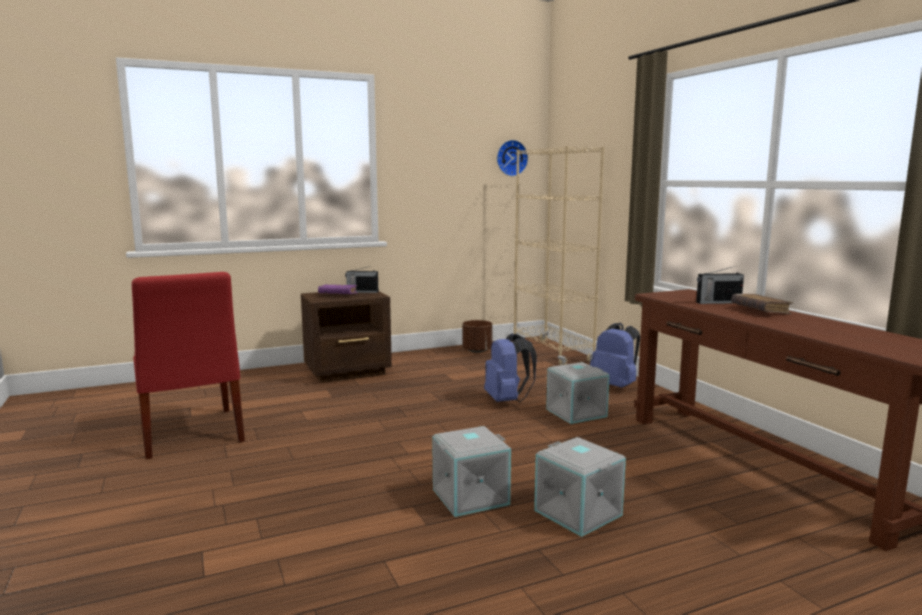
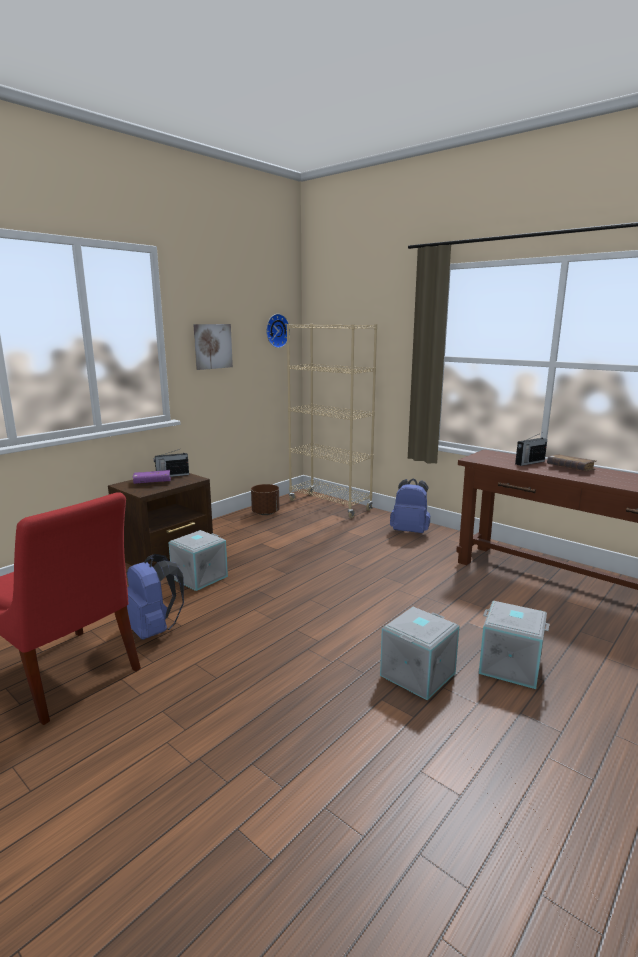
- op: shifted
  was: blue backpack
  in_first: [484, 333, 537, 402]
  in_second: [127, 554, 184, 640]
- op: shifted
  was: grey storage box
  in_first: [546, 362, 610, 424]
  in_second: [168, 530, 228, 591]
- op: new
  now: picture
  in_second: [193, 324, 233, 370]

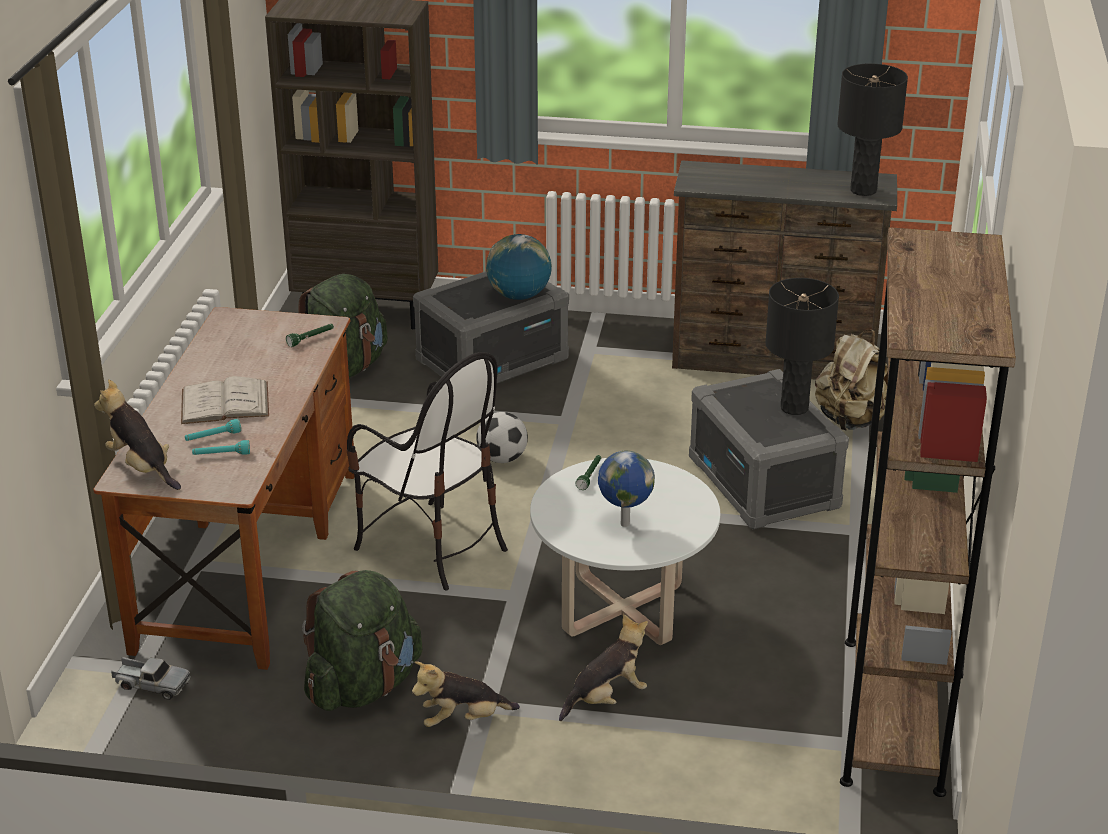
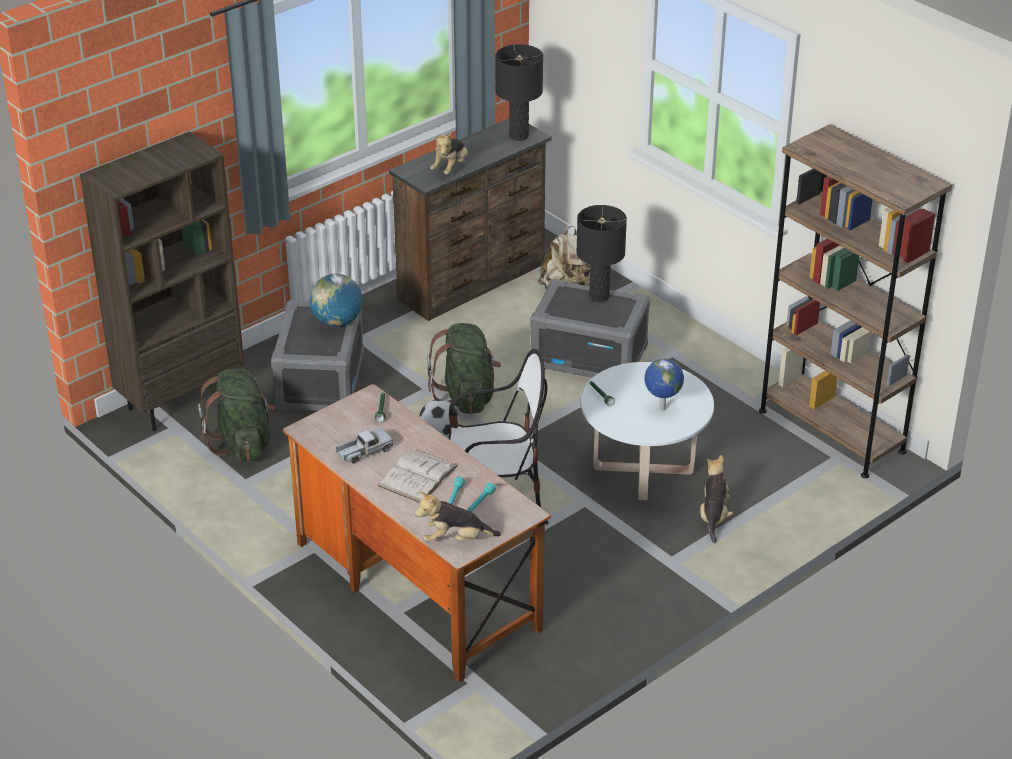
- op: shifted
  was: toy truck
  in_first: [111, 657, 191, 700]
  in_second: [336, 428, 393, 464]
- op: shifted
  was: green backpack
  in_first: [302, 570, 422, 711]
  in_second: [427, 323, 501, 414]
- op: shifted
  was: plush toy
  in_first: [412, 661, 520, 727]
  in_second: [430, 133, 468, 175]

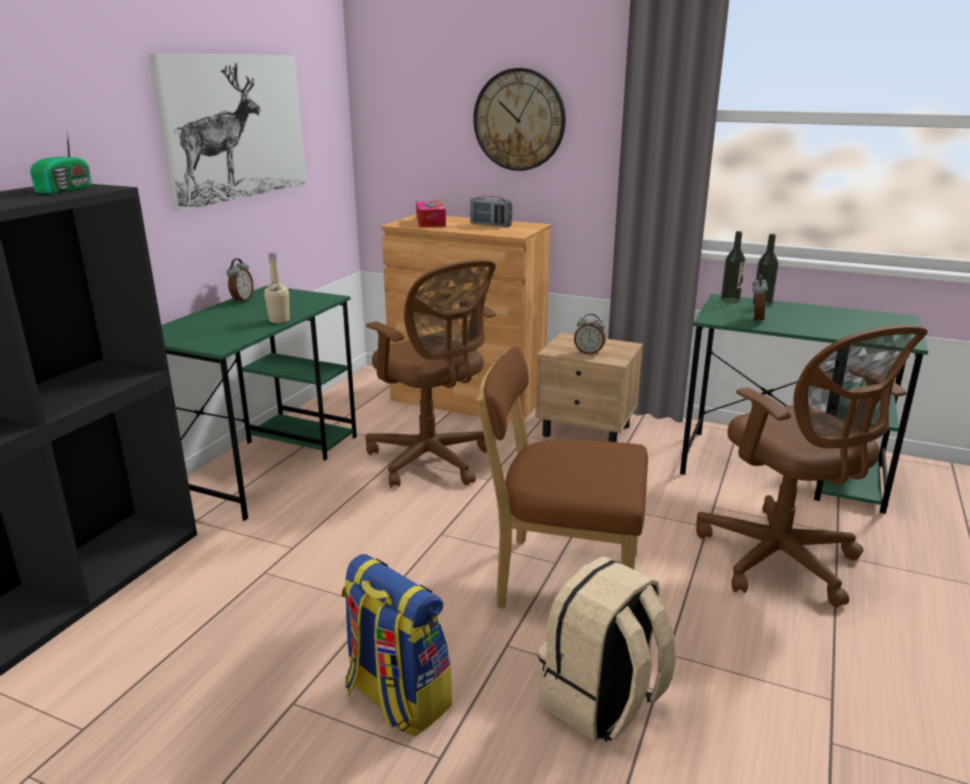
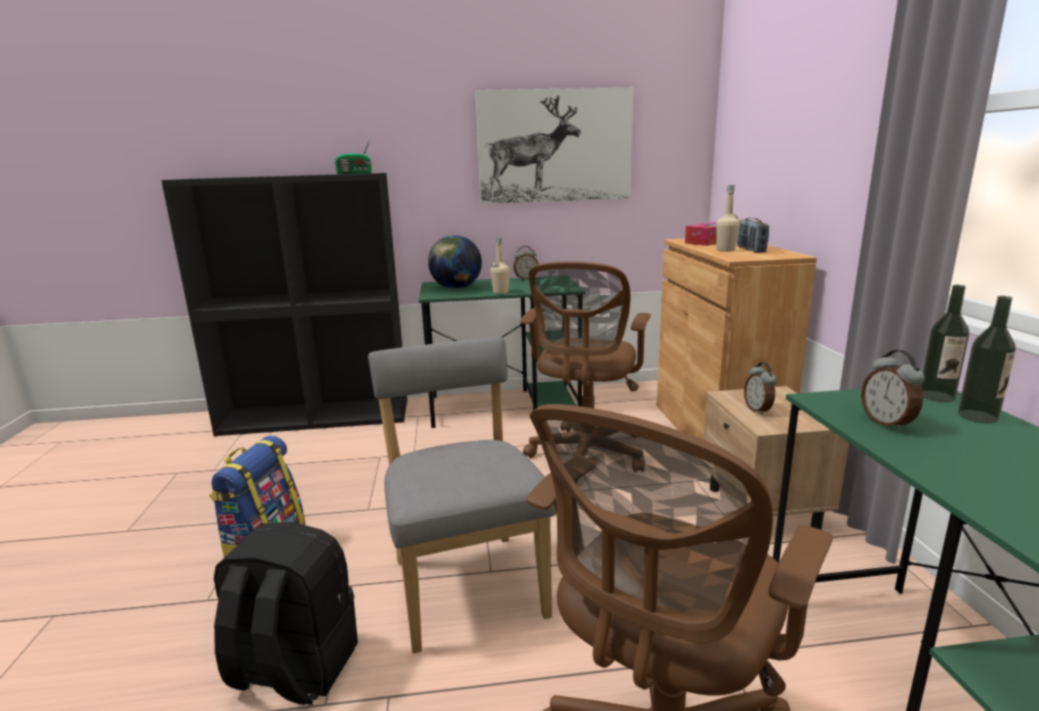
- op: repainted
  was: beige backpack
  now: black backpack
  in_first: [538, 556, 676, 742]
  in_second: [214, 522, 358, 705]
- op: repainted
  was: brown chair
  now: grey chair
  in_first: [476, 346, 648, 608]
  in_second: [368, 337, 556, 654]
- op: new
  now: globe
  in_second: [428, 235, 482, 289]
- op: new
  now: beige bottle
  in_second: [716, 185, 740, 252]
- op: rotated
  was: alarm clock
  in_first: [752, 275, 768, 323]
  in_second: [861, 350, 925, 431]
  clockwise: 90
- op: gone
  was: wall clock
  in_first: [473, 68, 566, 171]

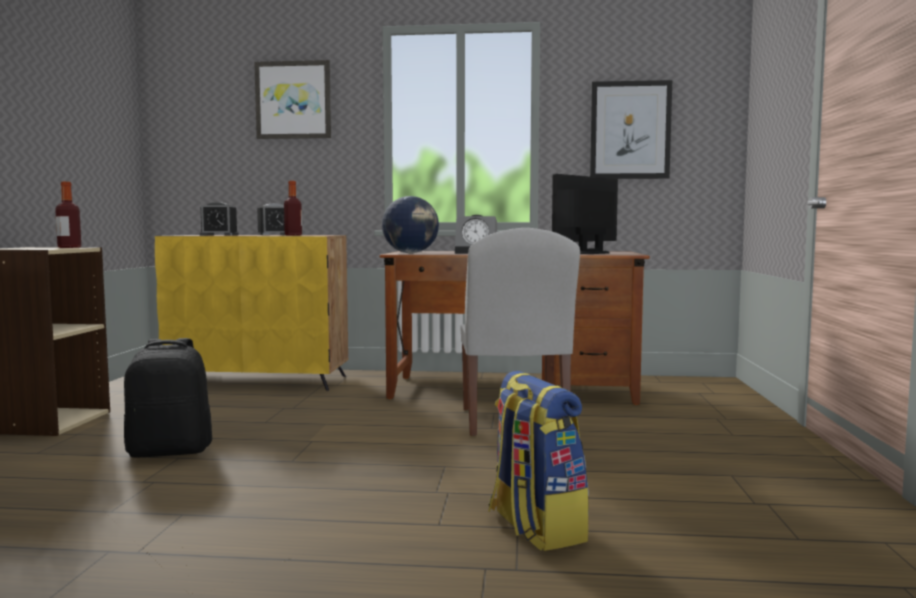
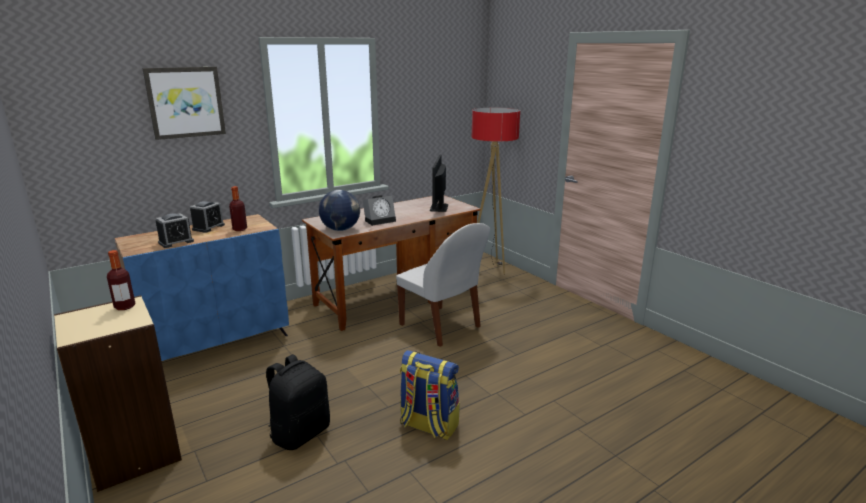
- op: repainted
  was: yellow cabinet
  now: blue cabinet
  in_first: [155, 235, 349, 391]
  in_second: [115, 214, 289, 361]
- op: shifted
  was: backpack
  in_first: [488, 371, 589, 551]
  in_second: [400, 350, 460, 440]
- op: new
  now: floor lamp
  in_second: [472, 108, 520, 275]
- op: gone
  was: picture
  in_first: [590, 80, 672, 179]

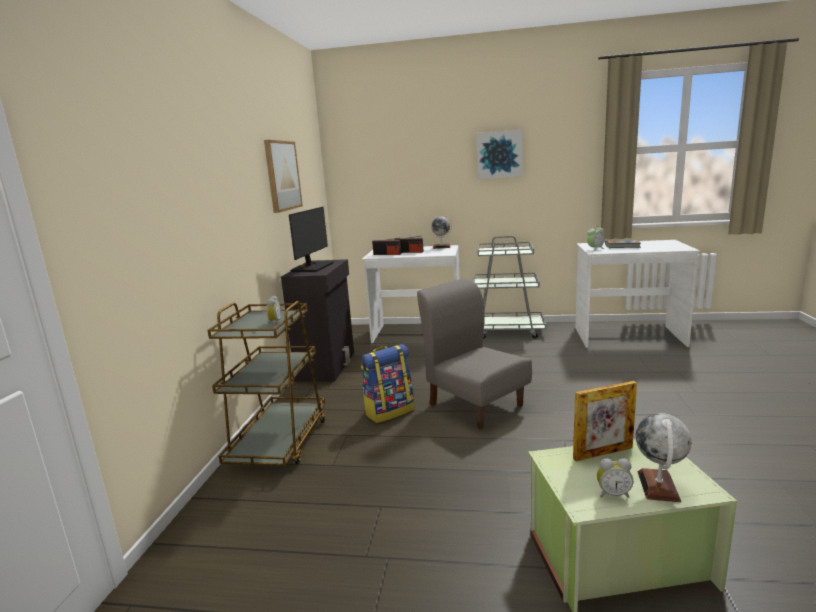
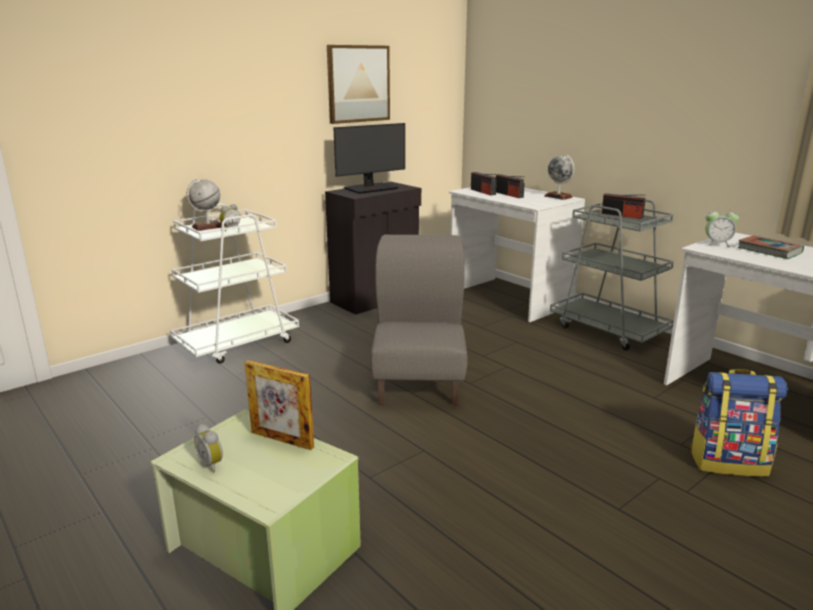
- op: repainted
  was: brown cart
  now: white cart
  in_first: [208, 301, 326, 466]
  in_second: [170, 203, 299, 364]
- op: shifted
  was: globe
  in_first: [636, 413, 692, 502]
  in_second: [187, 178, 225, 231]
- op: new
  now: radio
  in_second: [601, 193, 645, 219]
- op: shifted
  was: backpack
  in_first: [361, 344, 414, 423]
  in_second: [690, 369, 788, 476]
- op: gone
  was: picture
  in_first: [477, 130, 523, 179]

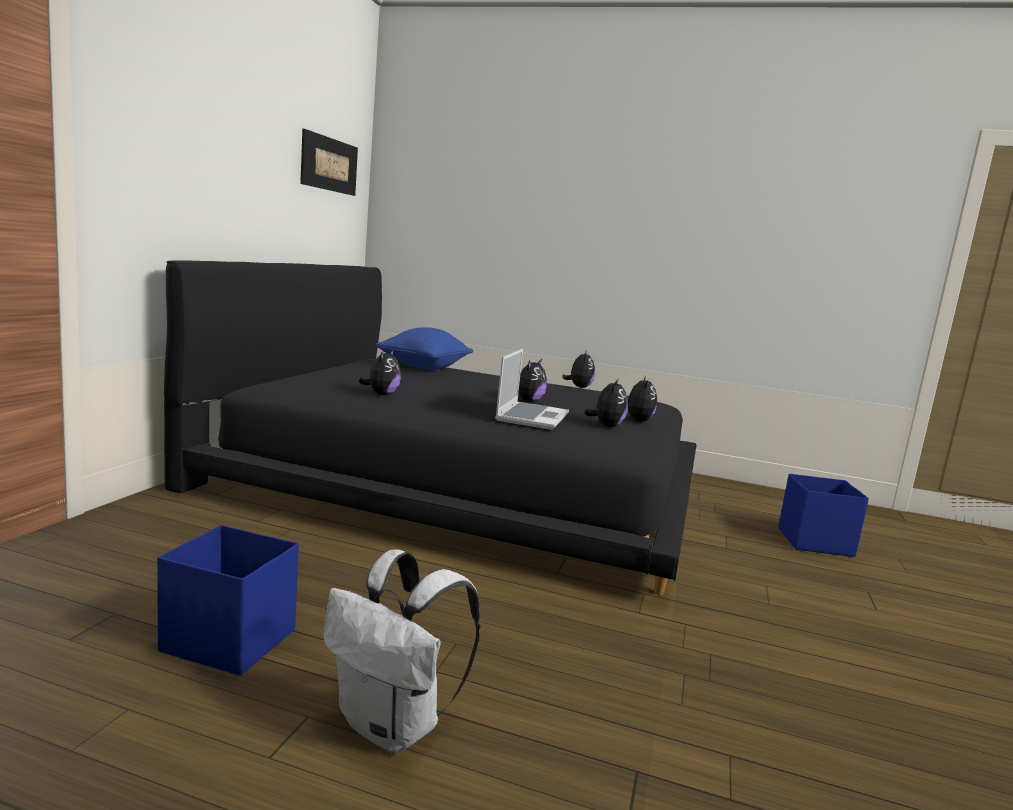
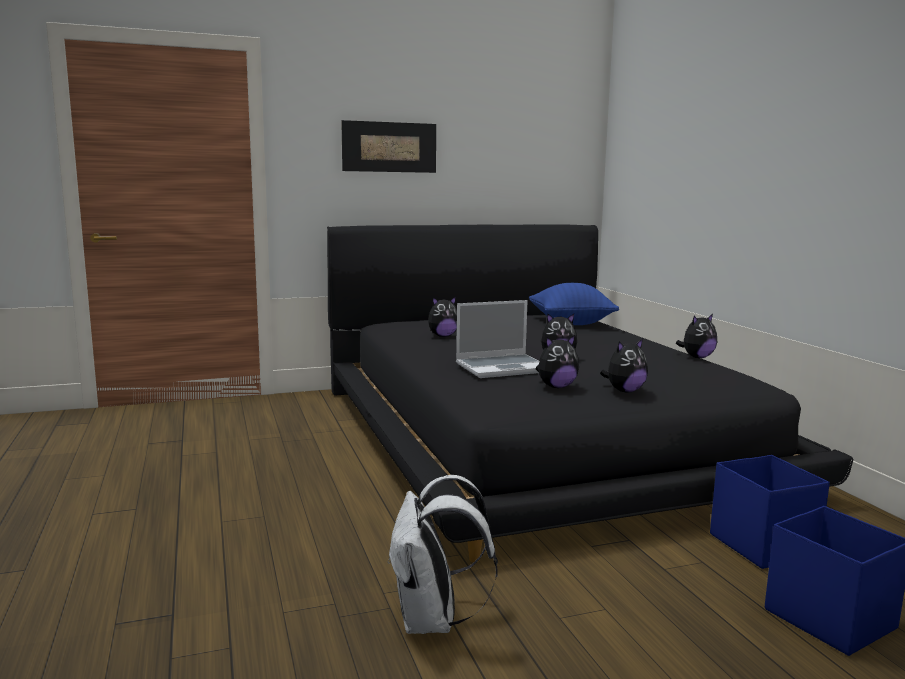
- op: shifted
  was: picture
  in_first: [300, 129, 358, 196]
  in_second: [341, 120, 436, 173]
- op: shifted
  was: white backpack
  in_first: [323, 549, 481, 753]
  in_second: [387, 475, 498, 634]
- op: shifted
  was: blue storage box
  in_first: [157, 525, 299, 676]
  in_second: [710, 455, 830, 569]

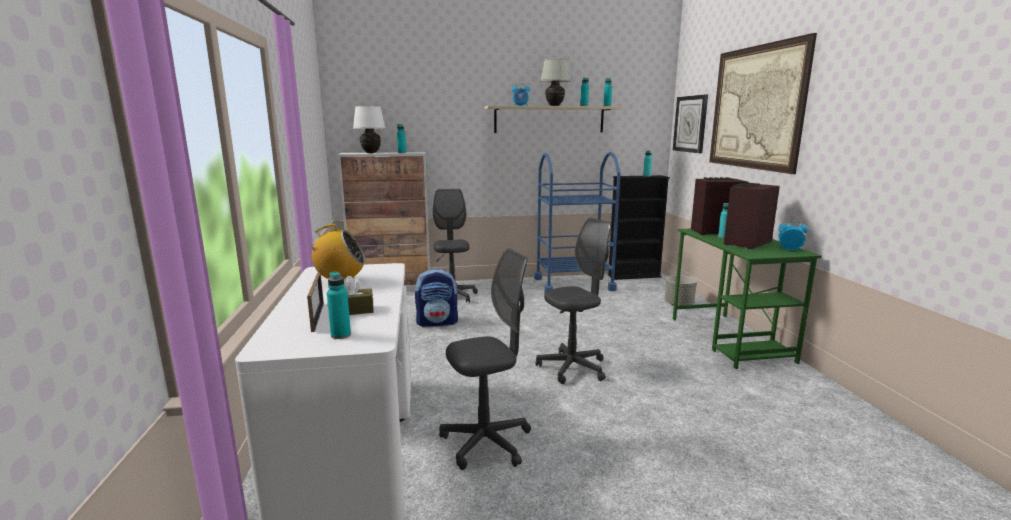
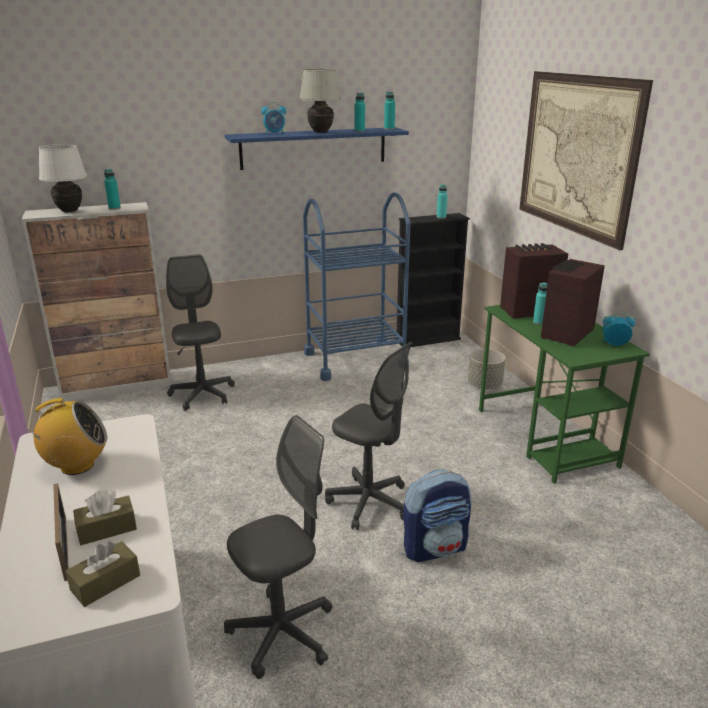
- op: swapped
  was: turquoise bottle
  now: brown tissue box
  in_first: [327, 271, 351, 339]
  in_second: [66, 541, 140, 607]
- op: repainted
  was: beige shelf
  now: blue shelf
  in_first: [485, 106, 622, 133]
  in_second: [225, 127, 409, 170]
- op: rotated
  was: grey office chair
  in_first: [536, 218, 611, 384]
  in_second: [325, 342, 412, 530]
  clockwise: 75
- op: shifted
  was: backpack
  in_first: [415, 269, 458, 327]
  in_second: [403, 469, 471, 562]
- op: gone
  was: wall clock
  in_first: [673, 94, 708, 153]

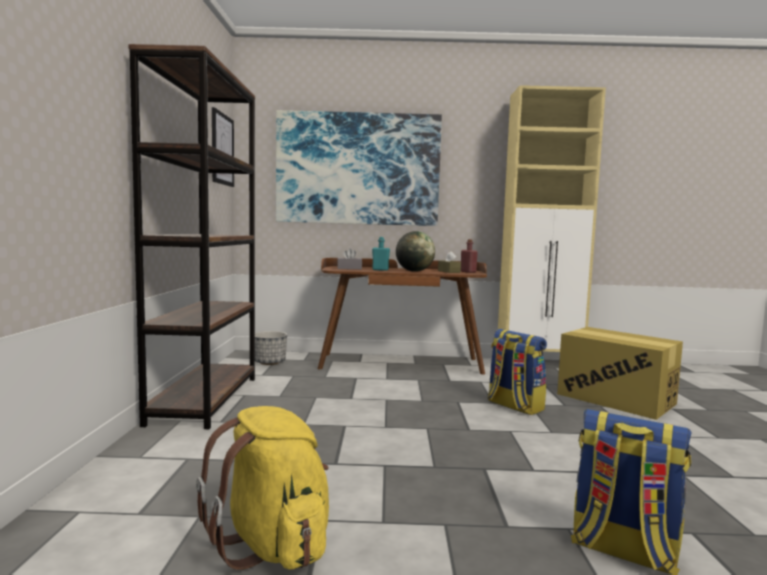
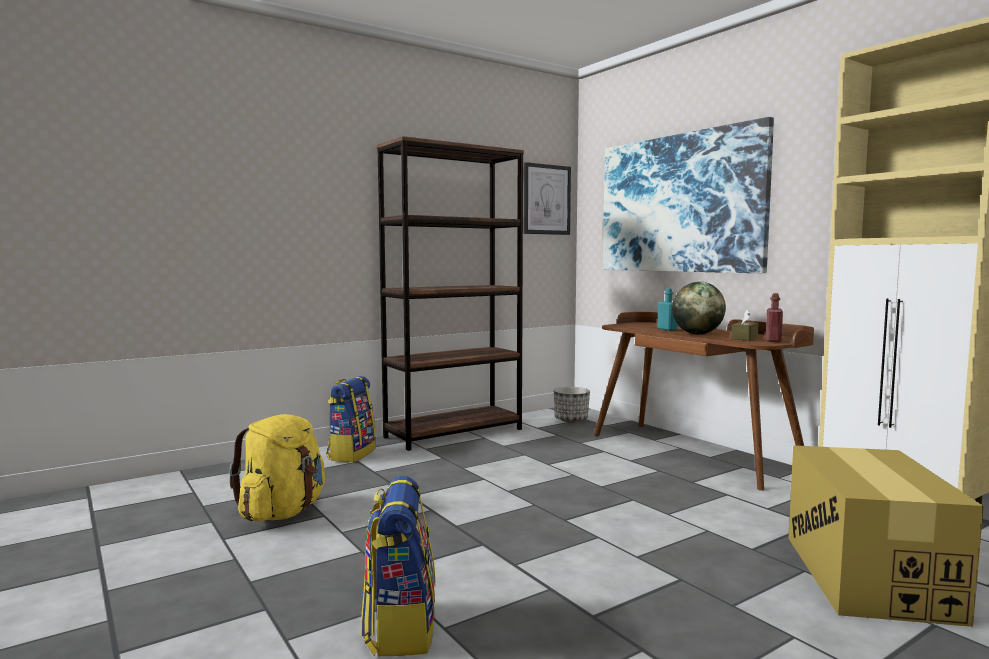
- op: shifted
  was: backpack
  in_first: [488, 329, 547, 415]
  in_second: [326, 376, 376, 463]
- op: gone
  was: grey tissue box
  in_first: [337, 248, 362, 270]

